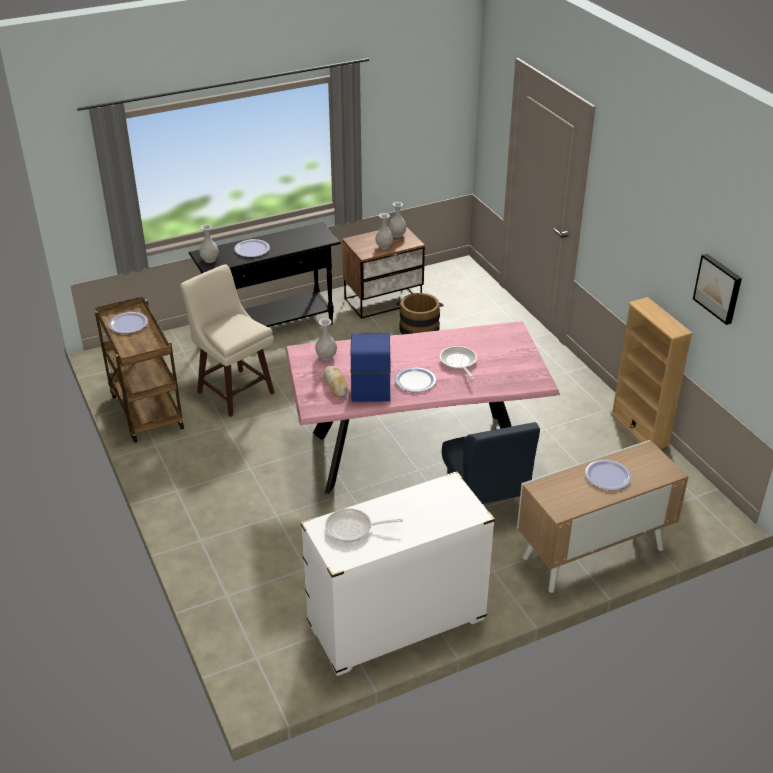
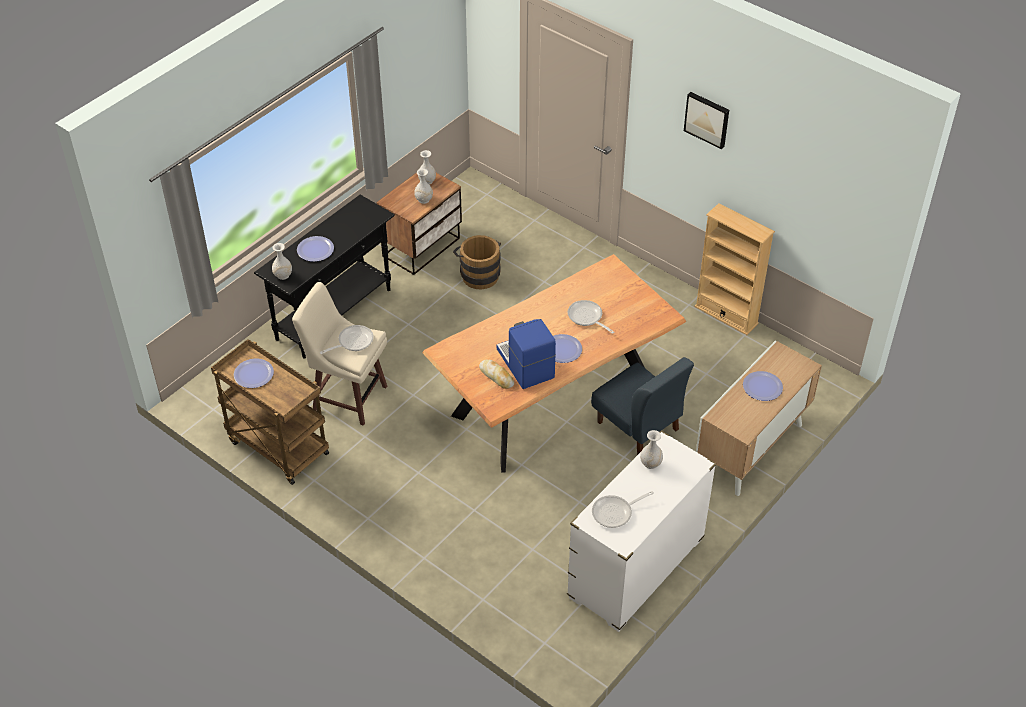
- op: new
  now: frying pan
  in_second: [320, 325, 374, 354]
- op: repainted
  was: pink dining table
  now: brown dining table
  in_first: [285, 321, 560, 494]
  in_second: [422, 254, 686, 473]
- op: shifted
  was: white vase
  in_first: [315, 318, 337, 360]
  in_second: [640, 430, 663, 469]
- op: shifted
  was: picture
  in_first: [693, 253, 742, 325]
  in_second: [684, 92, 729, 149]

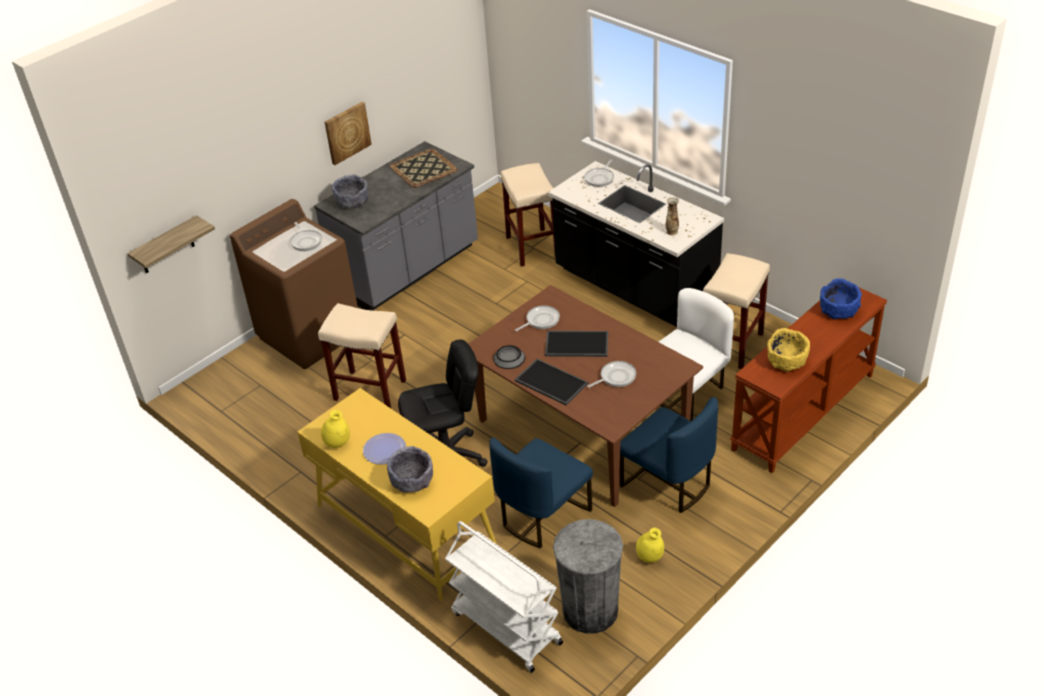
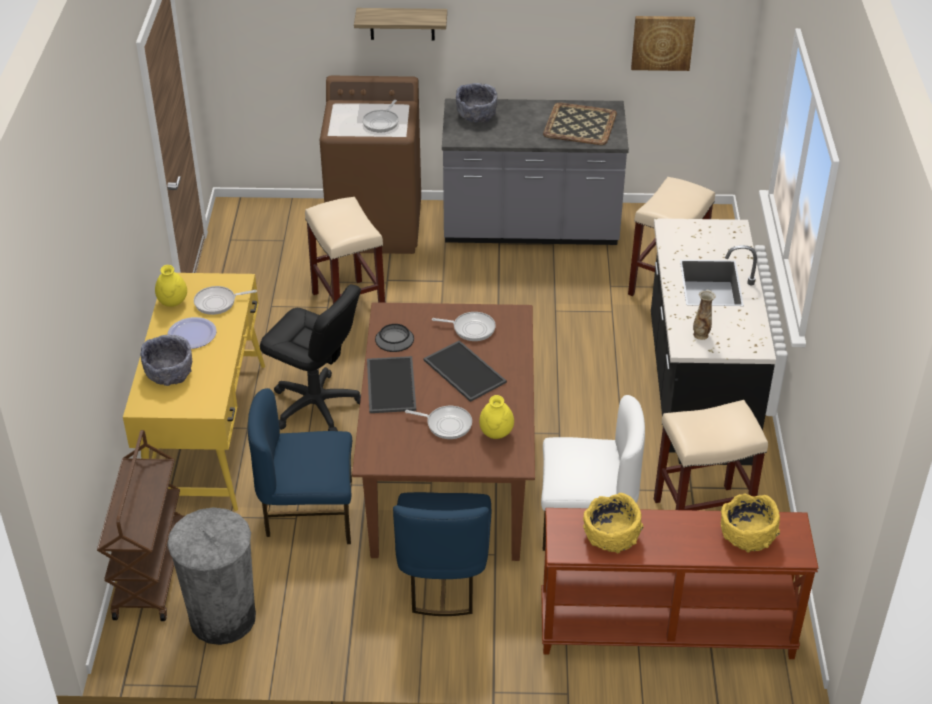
- op: repainted
  was: white cart
  now: brown cart
  in_first: [445, 521, 563, 672]
  in_second: [97, 430, 184, 621]
- op: shifted
  was: frying pan
  in_first: [584, 159, 614, 187]
  in_second: [194, 286, 257, 315]
- op: shifted
  was: shelf
  in_first: [127, 215, 215, 273]
  in_second: [354, 8, 447, 40]
- op: shifted
  was: yellow vase
  in_first: [636, 528, 664, 563]
  in_second: [479, 395, 514, 439]
- op: shifted
  was: picture
  in_first: [325, 102, 372, 165]
  in_second: [631, 16, 695, 71]
- op: repainted
  was: blue bowl
  now: yellow bowl
  in_first: [820, 278, 862, 319]
  in_second: [721, 493, 780, 553]

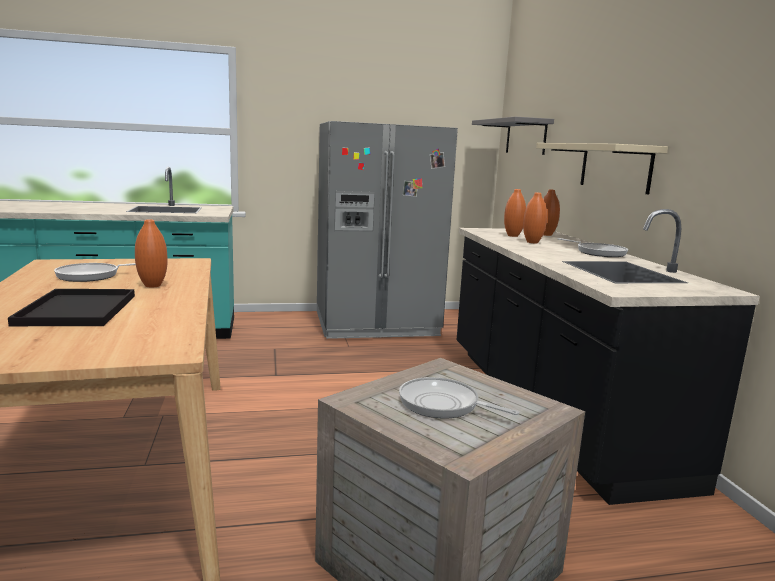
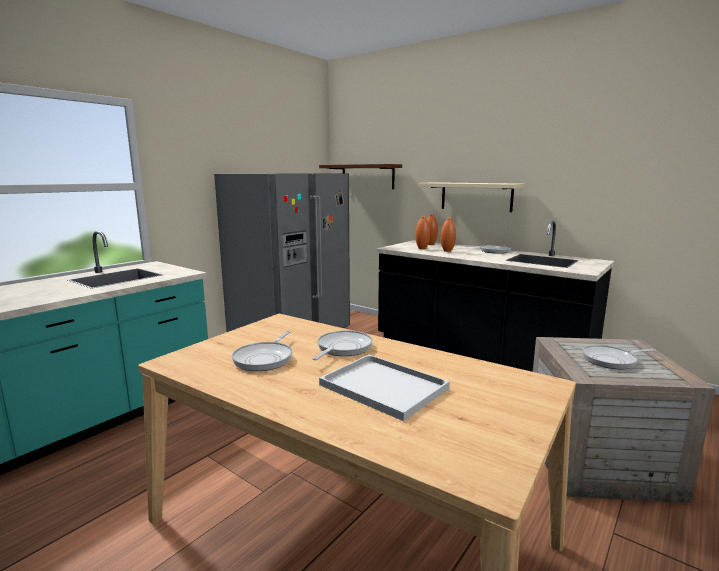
- op: swapped
  was: orange vase
  now: frying pan
  in_first: [135, 219, 168, 287]
  in_second: [312, 330, 373, 360]
- op: repainted
  was: grey shelf
  now: brown shelf
  in_first: [472, 117, 554, 155]
  in_second: [319, 164, 402, 189]
- op: repainted
  was: black tray
  now: white tray
  in_first: [8, 289, 135, 326]
  in_second: [319, 355, 450, 421]

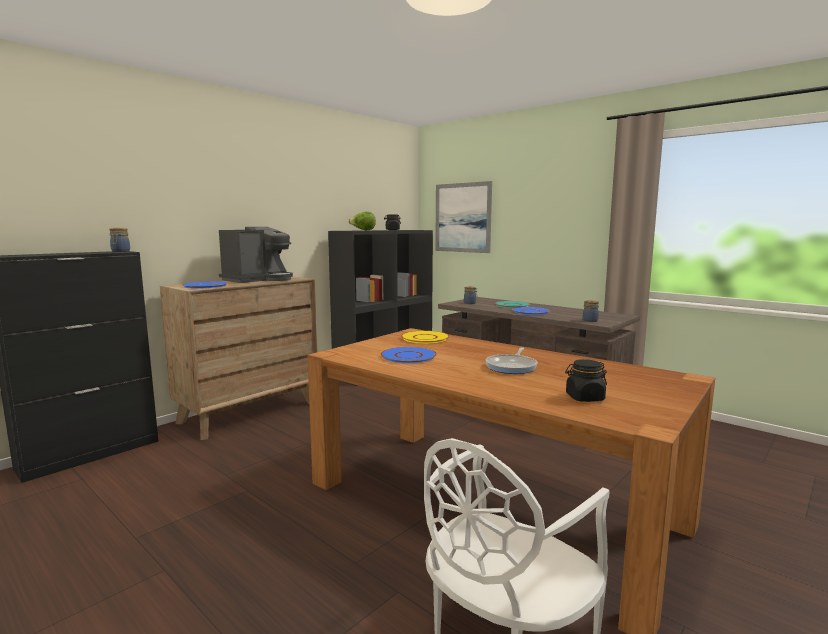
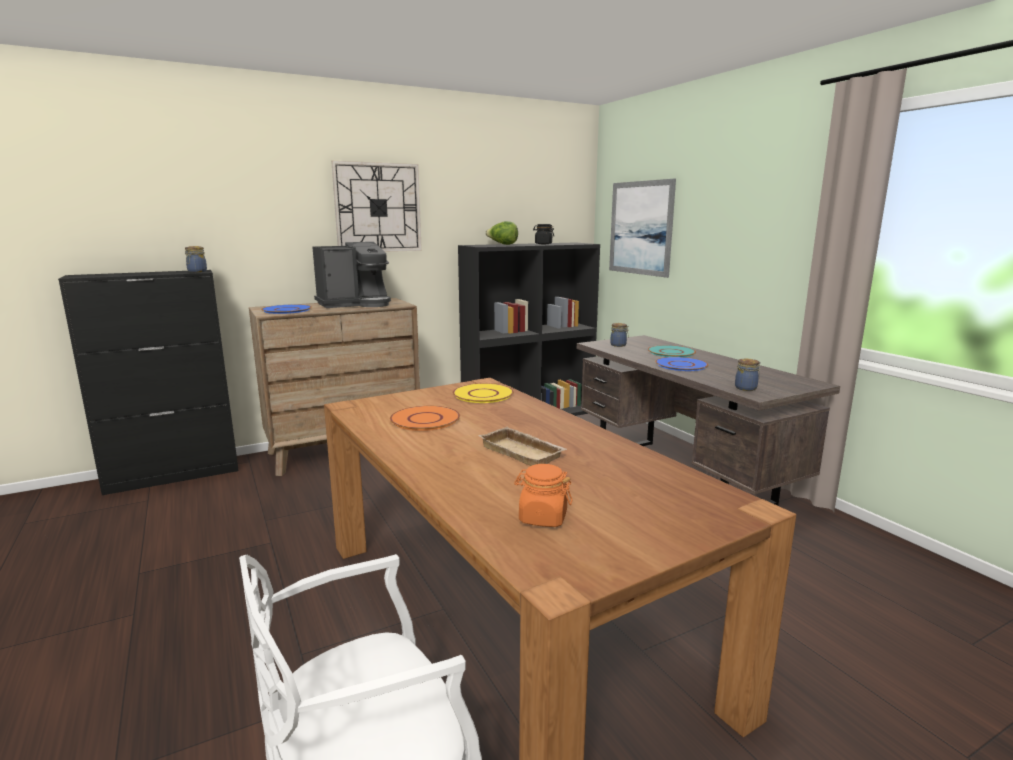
- op: new
  now: wall clock
  in_second: [331, 161, 422, 252]
- op: repainted
  was: blue plate
  now: orange plate
  in_first: [381, 347, 437, 363]
  in_second: [390, 406, 460, 431]
- op: swapped
  was: frying pan
  now: beige tray
  in_first: [486, 347, 538, 374]
  in_second: [478, 427, 566, 466]
- op: repainted
  was: black jar
  now: orange jar
  in_first: [565, 359, 607, 402]
  in_second: [514, 464, 572, 527]

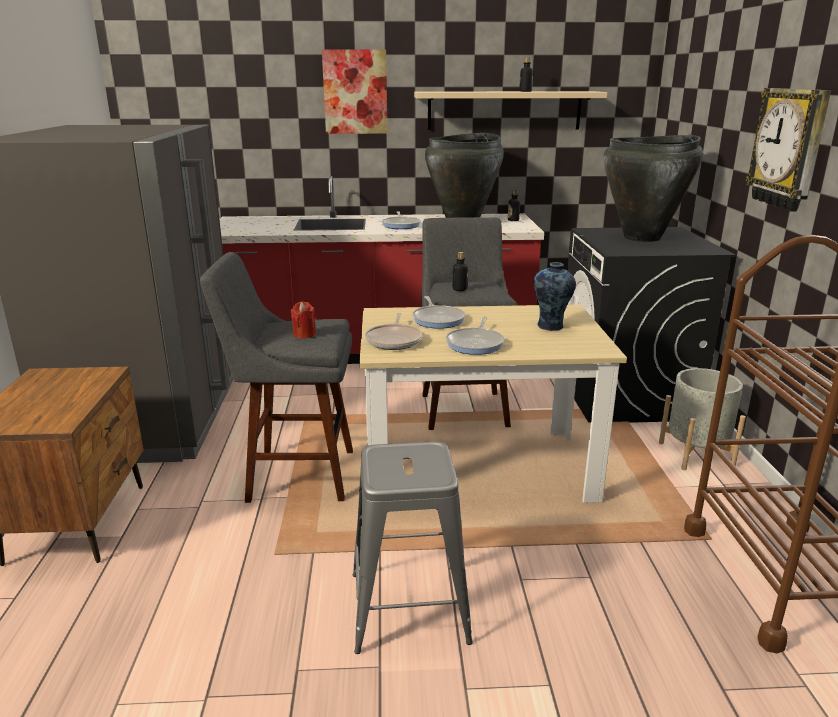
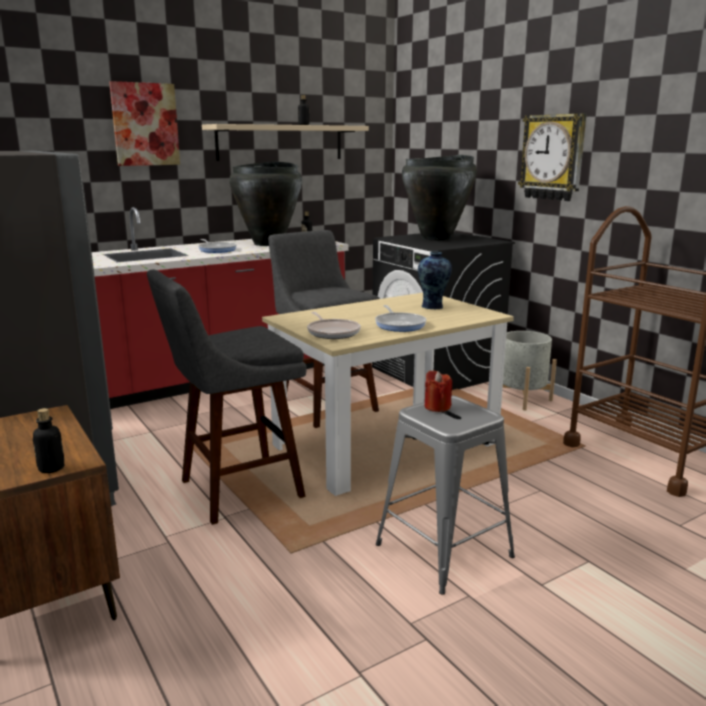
- op: shifted
  was: bottle
  in_first: [452, 252, 468, 291]
  in_second: [33, 408, 65, 473]
- op: shifted
  was: red candle
  in_first: [290, 302, 316, 339]
  in_second: [424, 370, 452, 412]
- op: gone
  was: frying pan
  in_first: [412, 296, 465, 329]

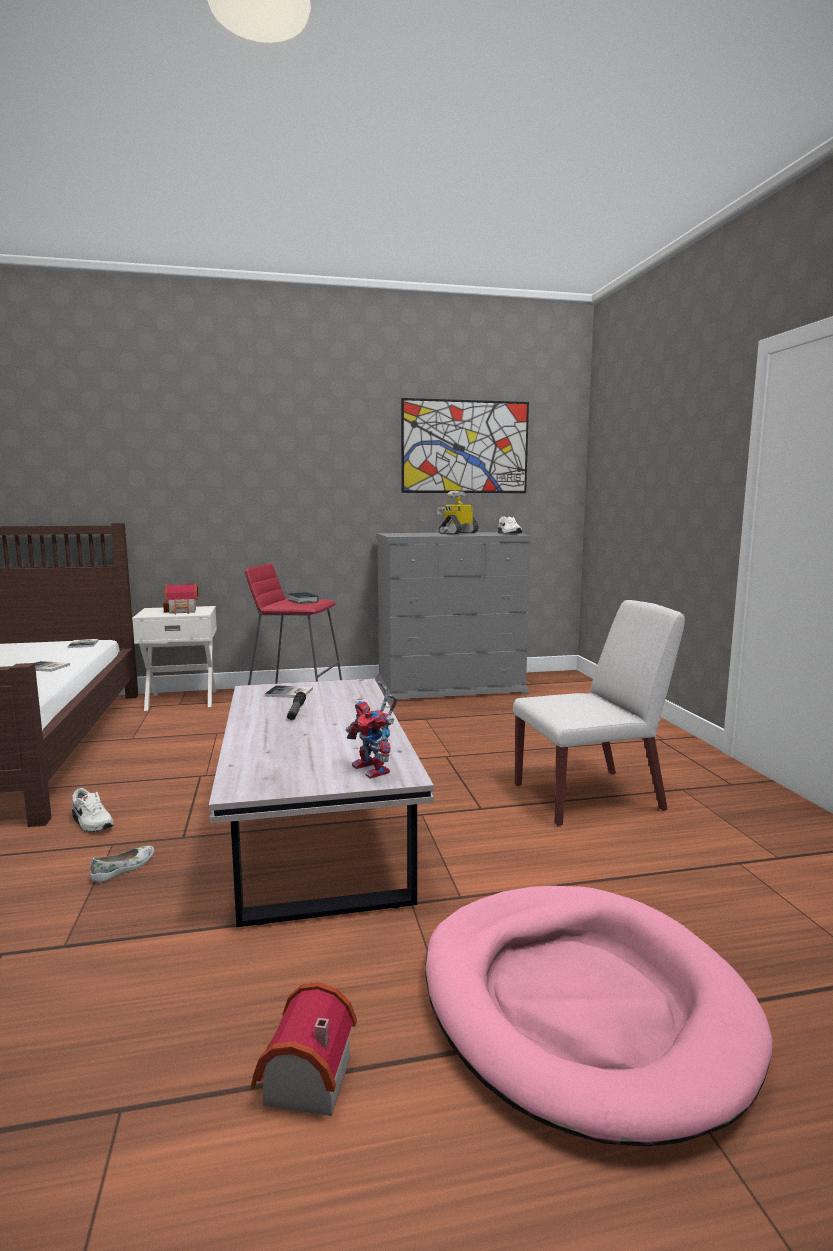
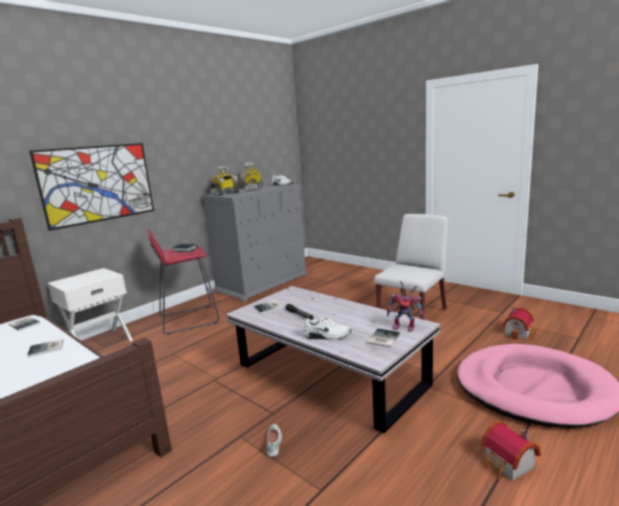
- op: shifted
  was: picture
  in_first: [401, 398, 529, 493]
  in_second: [29, 143, 154, 231]
- op: new
  now: toy robot
  in_second: [210, 166, 239, 196]
- op: shifted
  was: white shoe
  in_first: [72, 788, 114, 832]
  in_second: [304, 316, 351, 340]
- op: new
  now: book
  in_second: [367, 329, 400, 348]
- op: shifted
  was: toy house
  in_first: [163, 580, 198, 615]
  in_second: [503, 307, 536, 340]

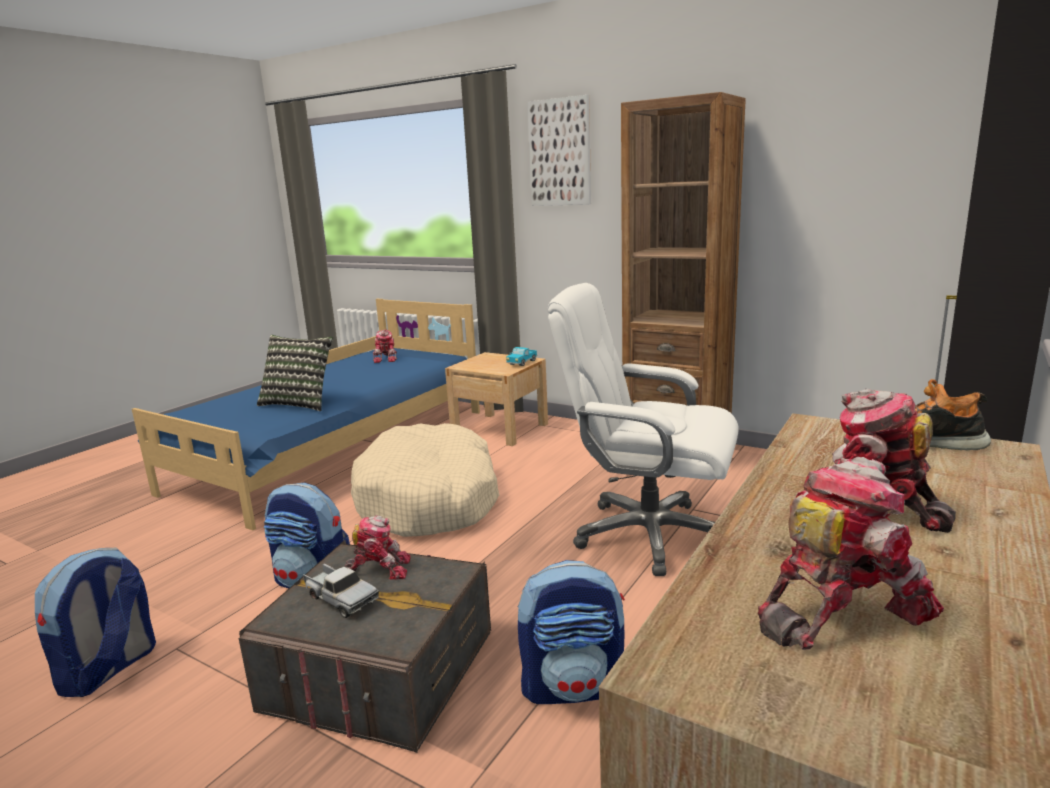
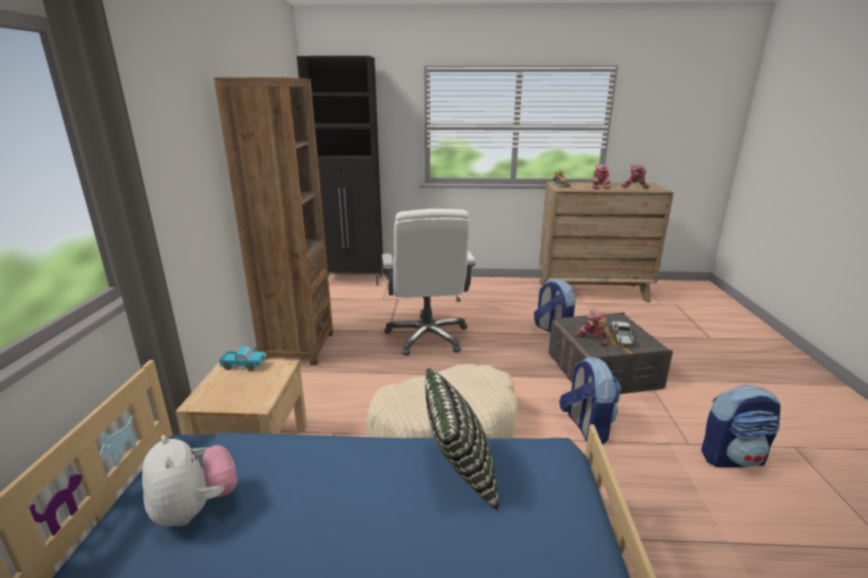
- op: swapped
  was: toy robot
  now: plush toy
  in_first: [373, 330, 397, 363]
  in_second: [142, 435, 237, 527]
- op: gone
  was: picture
  in_first: [527, 95, 591, 206]

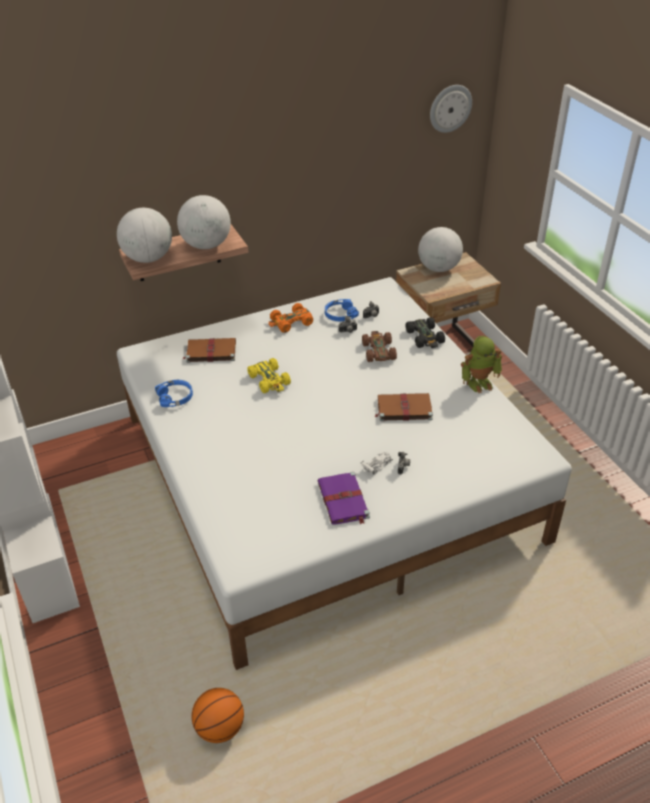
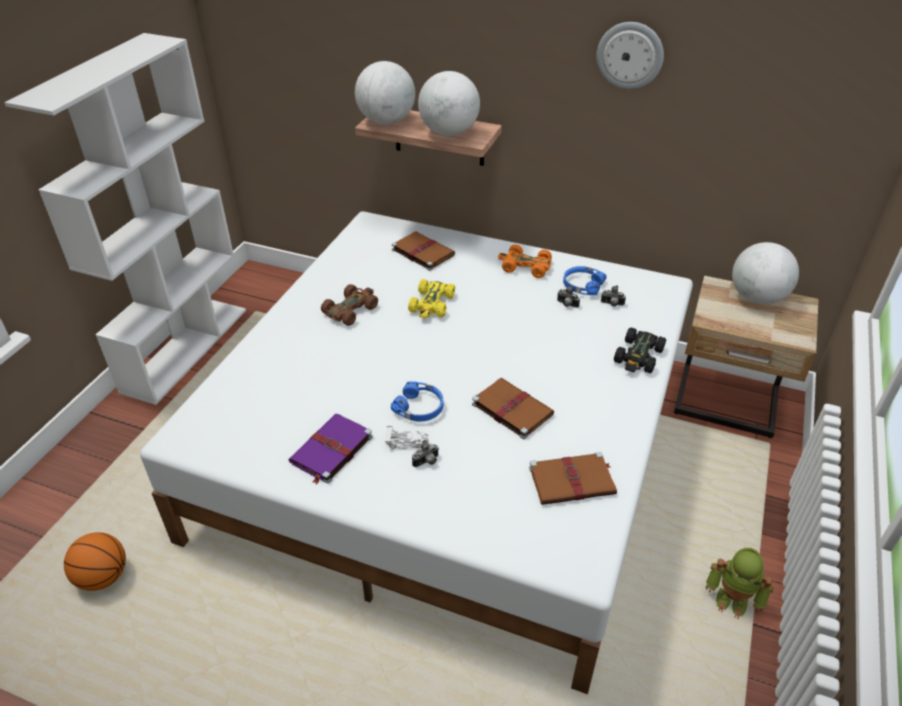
- op: shifted
  was: brown toy car
  in_first: [362, 331, 397, 362]
  in_second: [321, 284, 378, 326]
- op: shifted
  was: blue headphones
  in_first: [155, 380, 193, 407]
  in_second: [391, 381, 443, 421]
- op: new
  now: brown book
  in_second: [529, 452, 617, 505]
- op: shifted
  was: wall clock
  in_first: [430, 85, 472, 133]
  in_second: [597, 22, 664, 89]
- op: shifted
  was: toy robot
  in_first: [461, 336, 502, 393]
  in_second: [706, 548, 774, 619]

